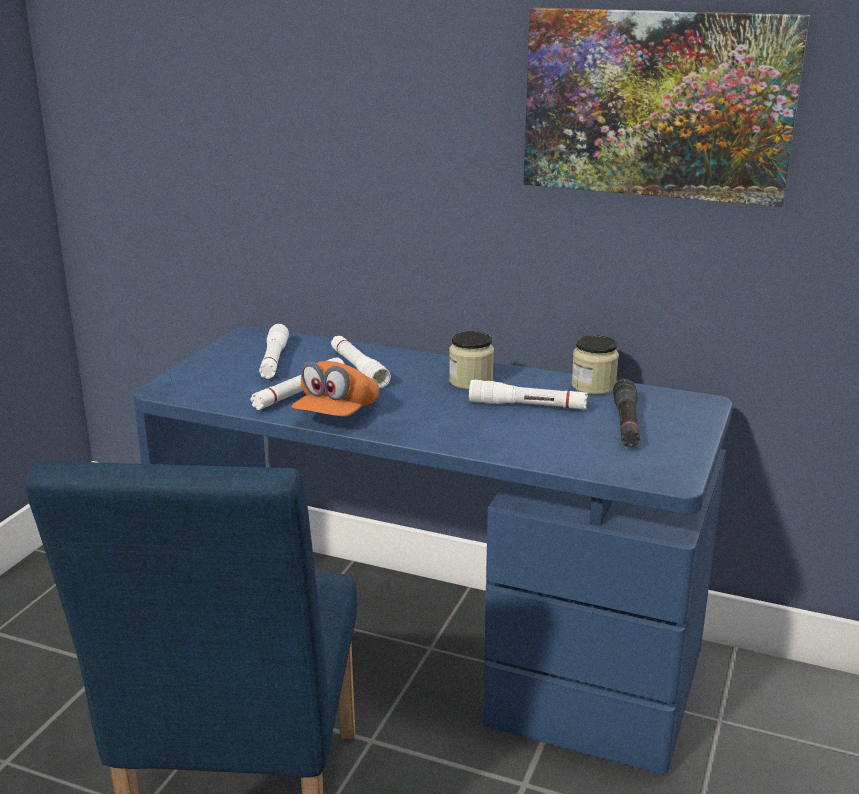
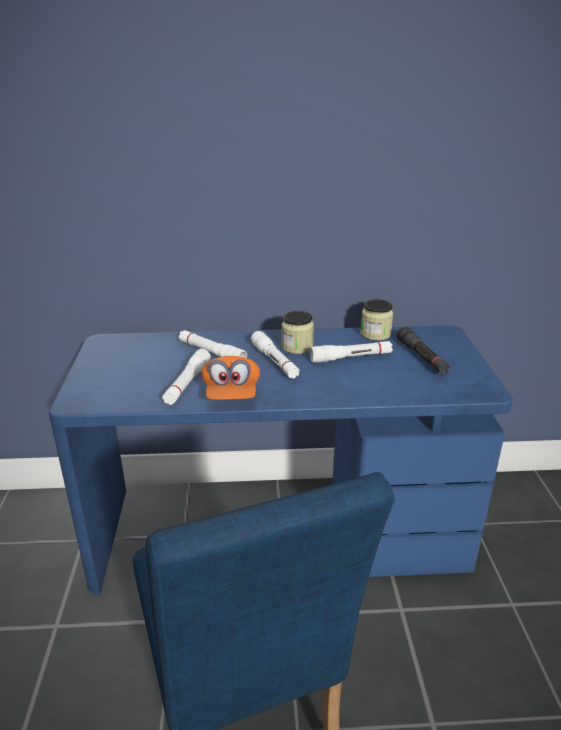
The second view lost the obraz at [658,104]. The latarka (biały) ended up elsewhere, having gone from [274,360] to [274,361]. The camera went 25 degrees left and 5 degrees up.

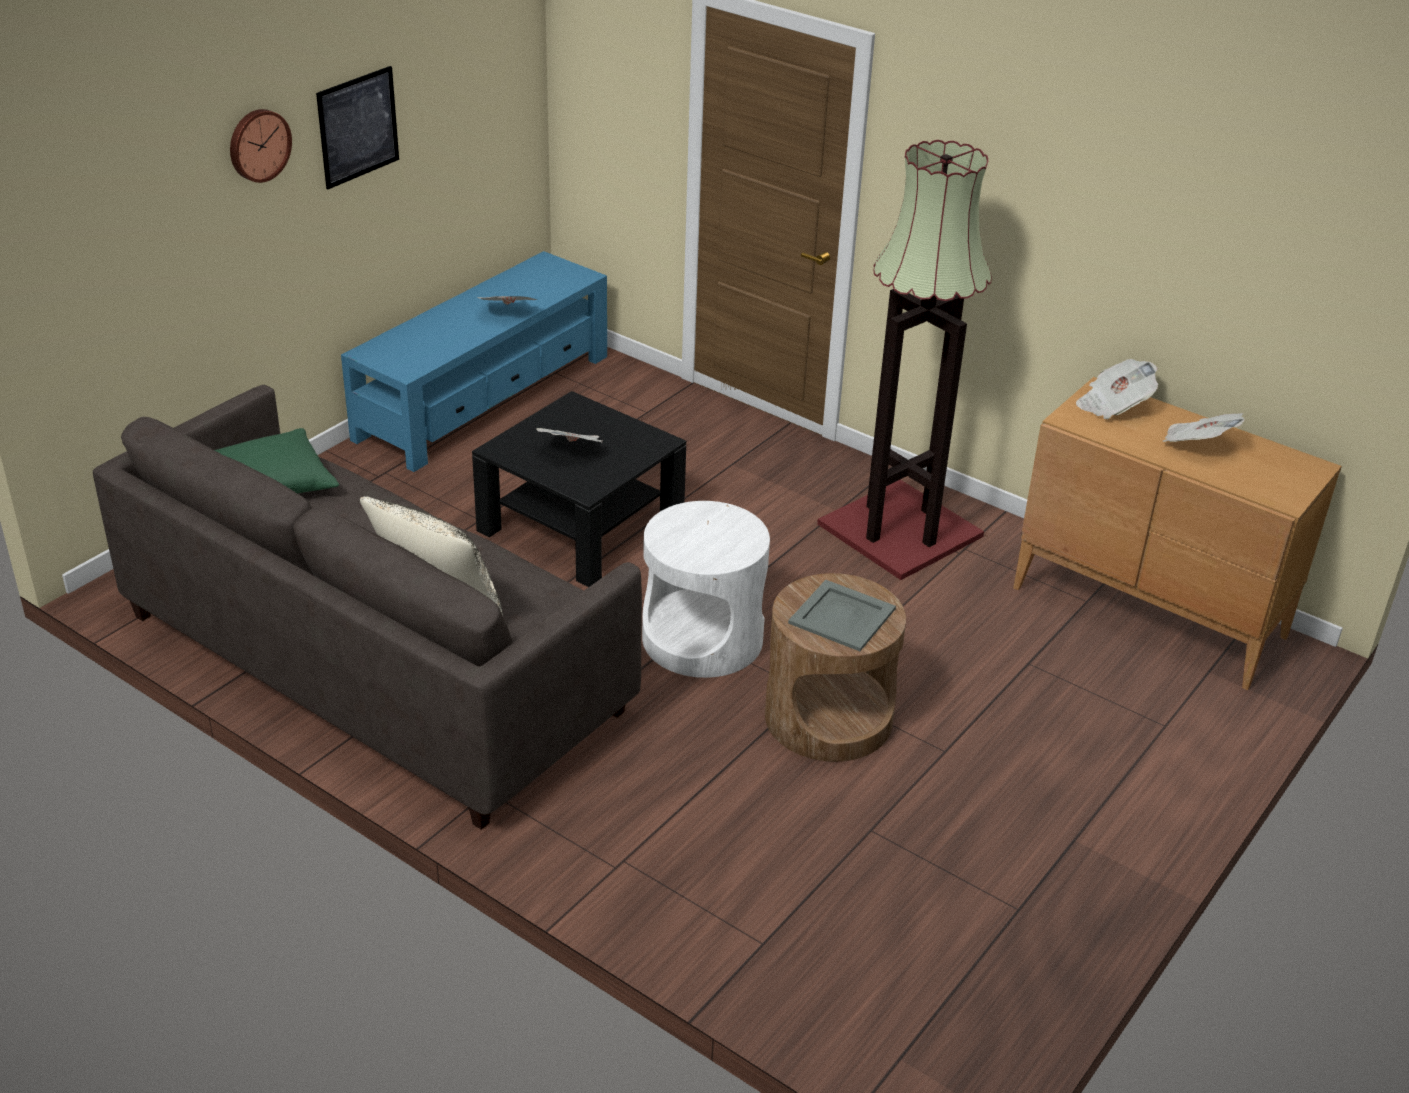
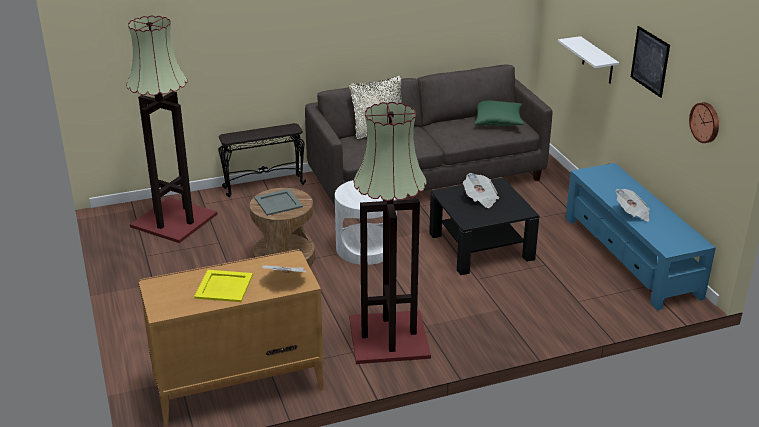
The second view gained the lampa stojąca at [174,221]. The second view gained the stolik (czarny) at [264,186]. The second view gained the półka (biały) at [597,61]. The zegar ścienny ended up elsewhere, having gone from [258,144] to [705,122]. Where the gazeta stood at [1197,444], the taca (żółty) came to stand at [224,286]. The camera went 125 degrees right and 5 degrees down.

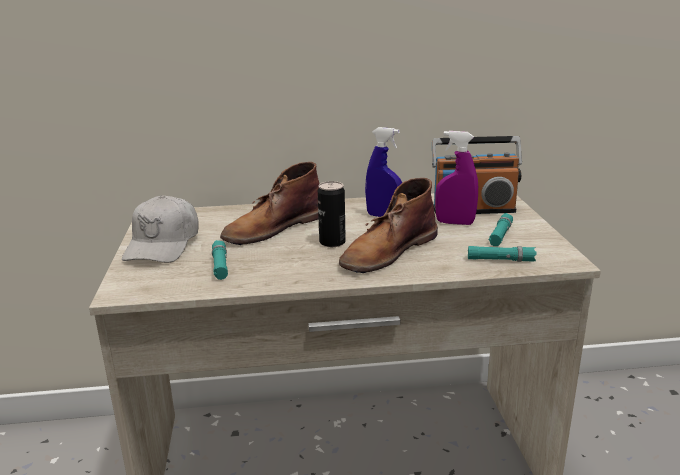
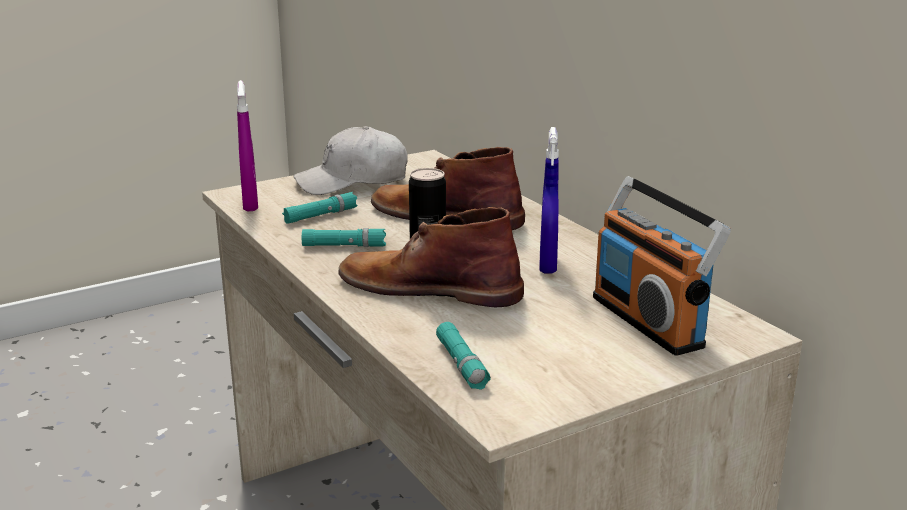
The spryskiwacz (fioletowy) ended up elsewhere, having gone from [455,223] to [250,204]. The latarka (turkusowy) ended up elsewhere, having gone from [500,235] to [344,245]. The camera went 65 degrees right and 0 degrees up.

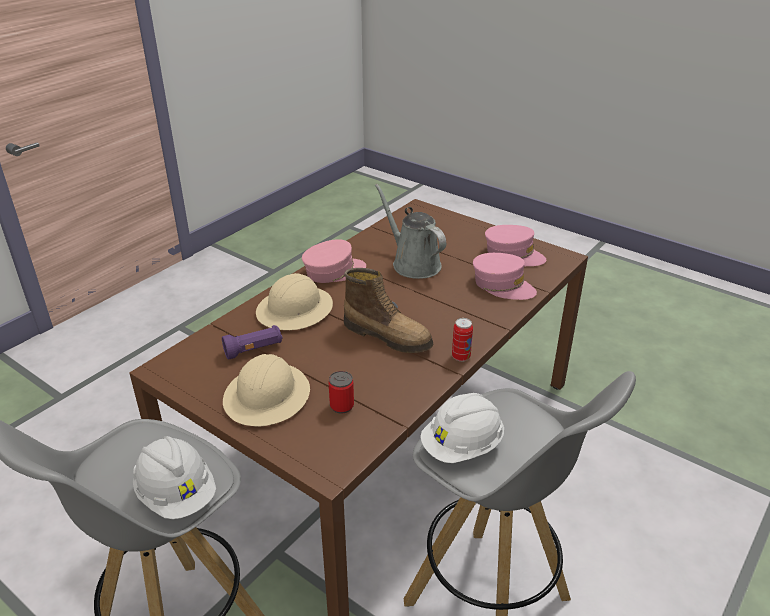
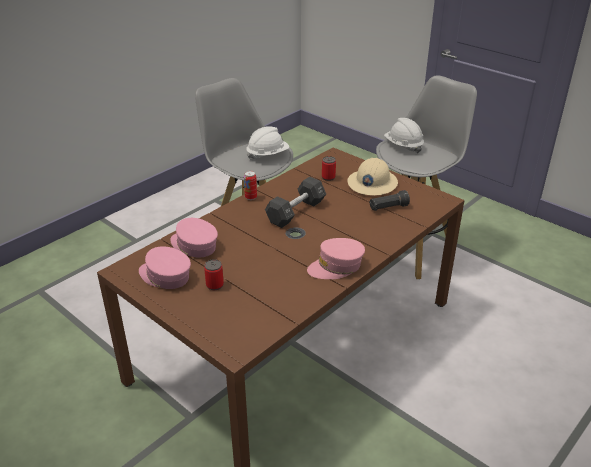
The second view lost the kask (beżowy) at [295,310]. The second view lost the konewka (szary) at [413,263]. The second view gained the puszka at [214,285]. Where the but z cholewką stood at [388,336], the hantel (czarny) came to stand at [296,212]. What was the latarka (fioletowy) at [254,350] turned into the latarka (czarny) at [388,208]. The camera went 175 degrees left and 0 degrees up.

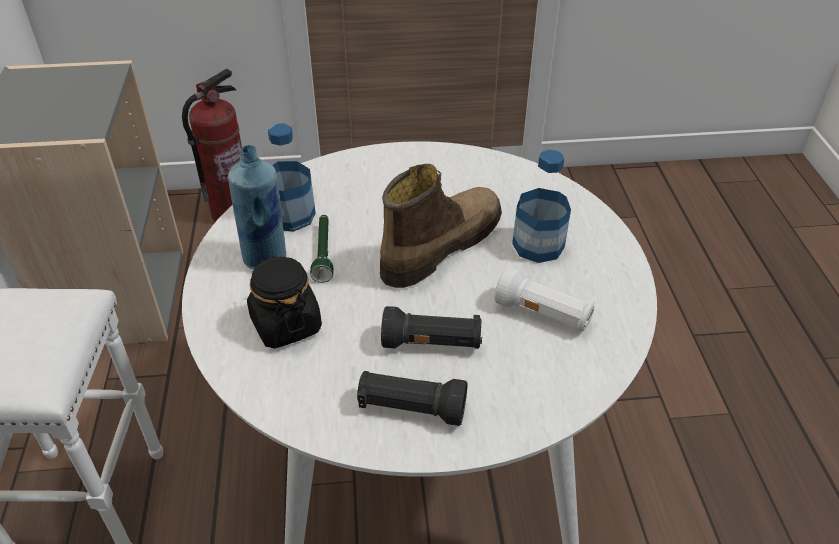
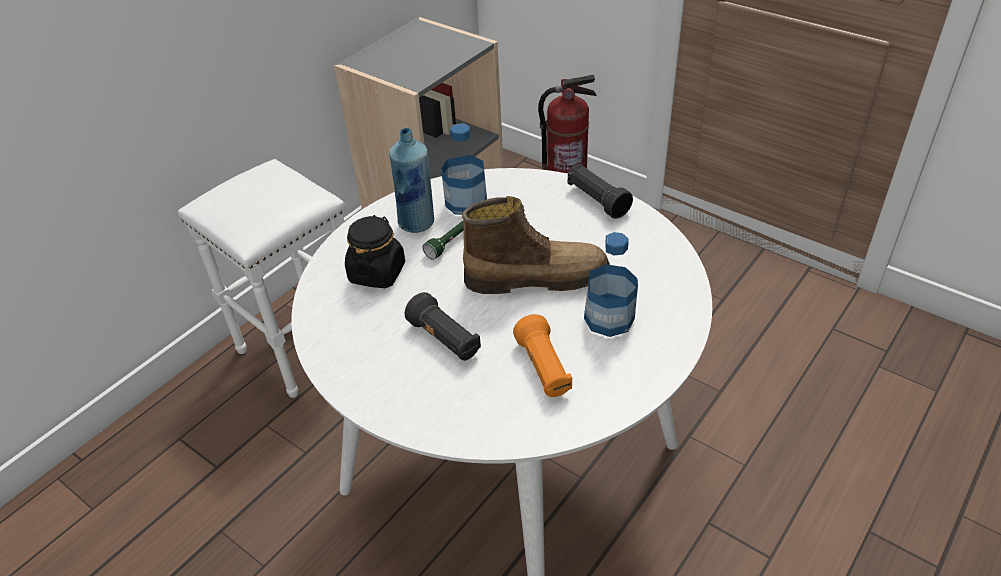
The latarka (czarny) ended up elsewhere, having gone from [411,408] to [597,200]. What was the latarka (biały) at [543,315] turned into the latarka (pomarańczowy) at [543,369]. The camera went 45 degrees right and 0 degrees up.

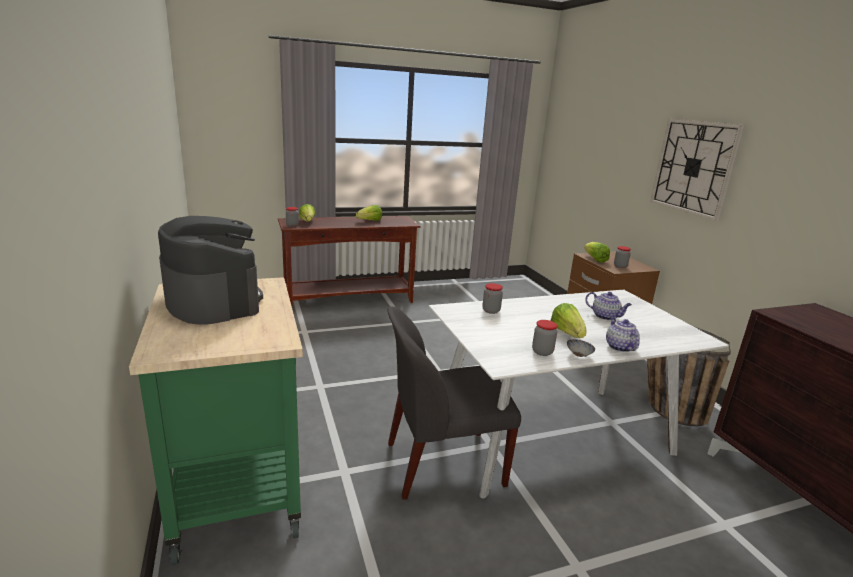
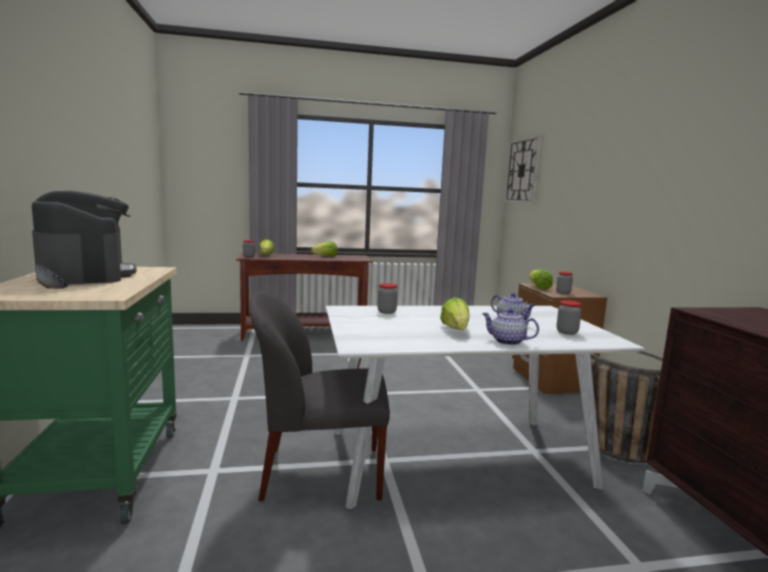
The słoik ended up elsewhere, having gone from [542,352] to [567,332]. The miska ended up elsewhere, having gone from [578,356] to [52,289]. The zegar ścienny ended up elsewhere, having gone from [693,167] to [522,170]. The imbryk at [619,347] ended up facing another way, 60 degrees counterclockwise from before. The camera went 10 degrees right and 10 degrees down.

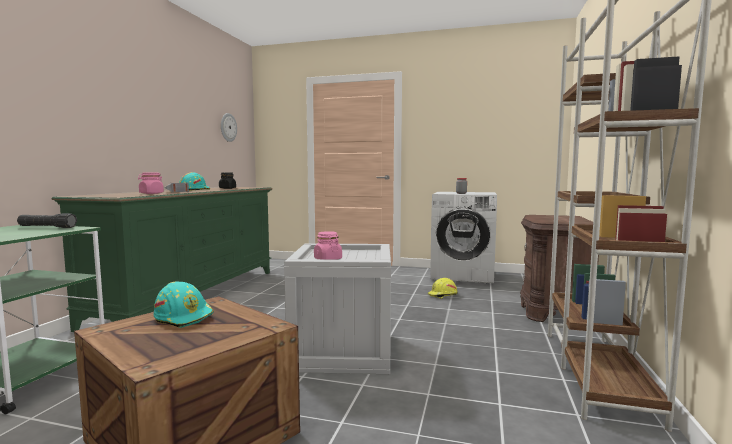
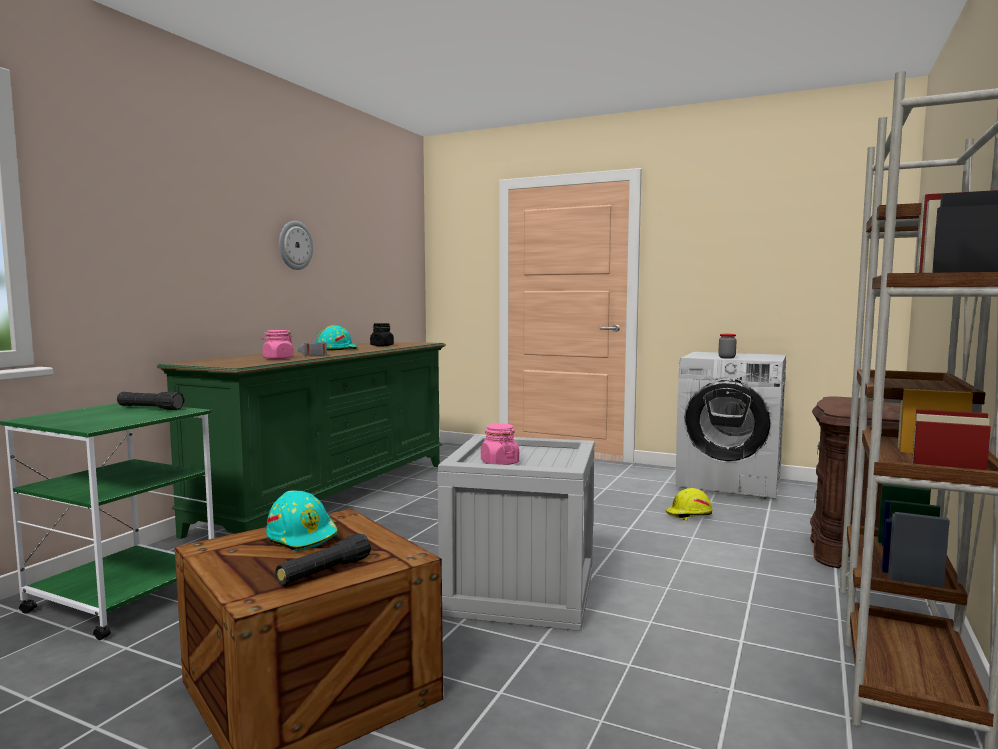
The second view gained the latarka (czarny) at [324,572]. The zegar ścienny ended up elsewhere, having gone from [228,127] to [295,245]. The camera went 10 degrees right and 0 degrees up.

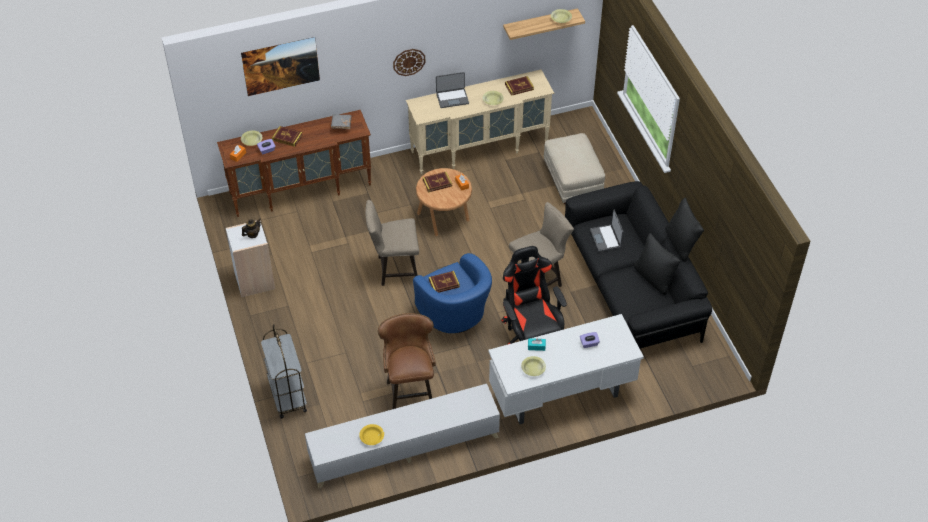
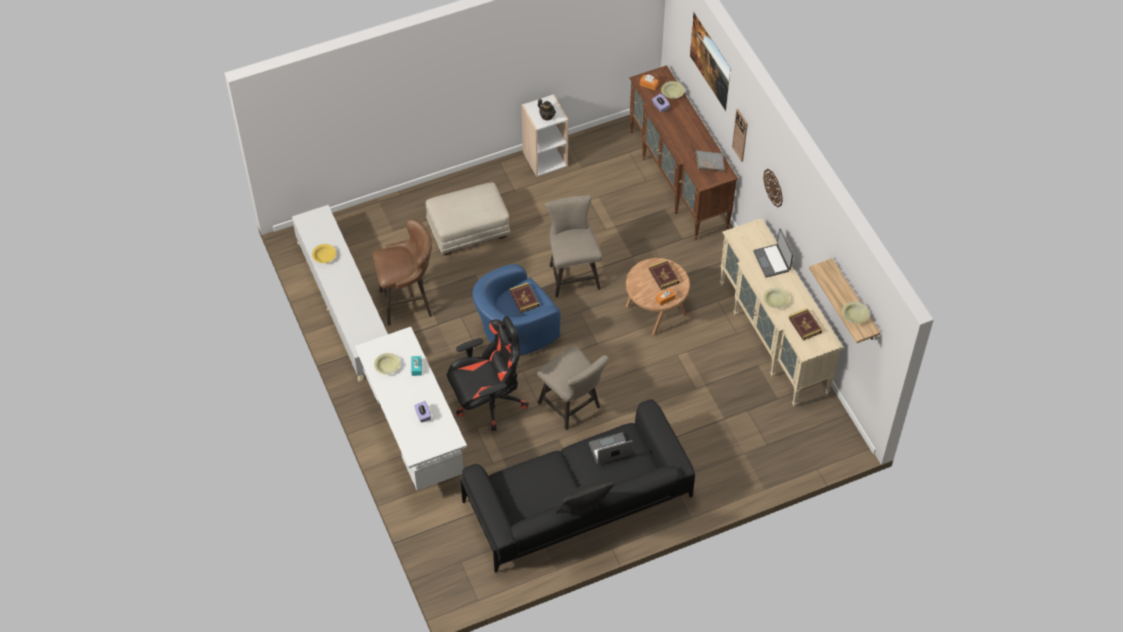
The second view lost the wózek (szary) at [287,395]. The second view lost the książka at [287,137]. The second view lost the poduszka (czarny) at [654,278]. The second view gained the zegar ścienny at [740,135]. The pufa (beżowy) ended up elsewhere, having gone from [572,180] to [468,231]. The camera went 85 degrees right and 5 degrees up.

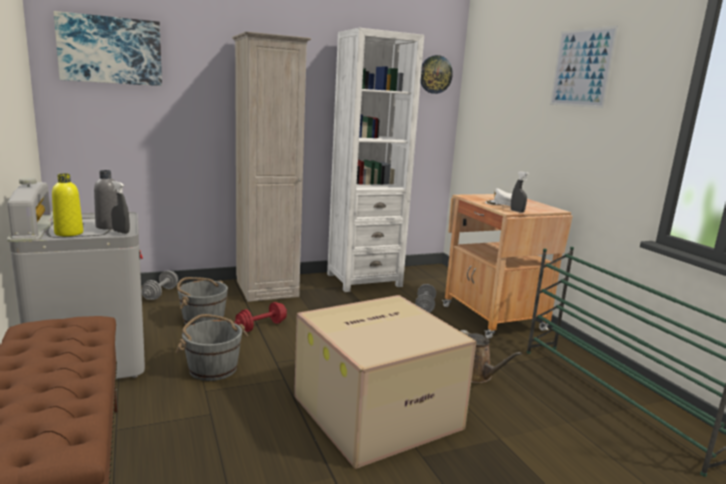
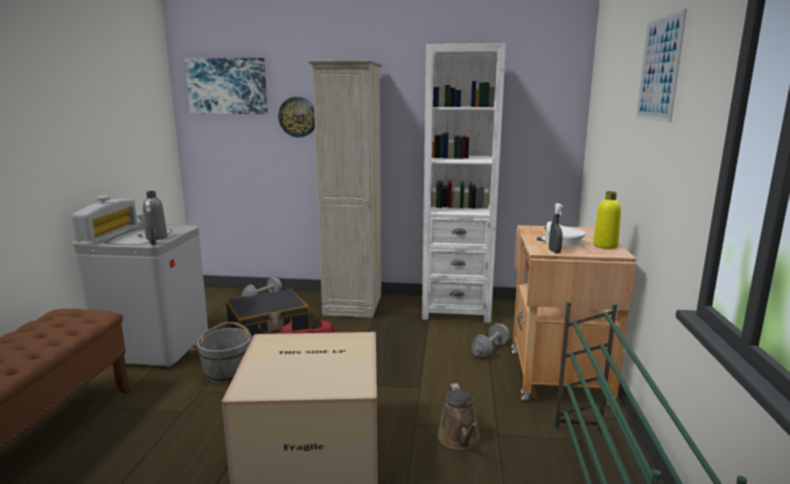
The butelka (żółty) ended up elsewhere, having gone from [69,233] to [605,246]. The zegar ścienny ended up elsewhere, having gone from [435,74] to [298,117]. Where the wiadro (szary) stood at [203,320], the walizka (czarny) came to stand at [268,326]. The camera went 30 degrees right and 0 degrees up.

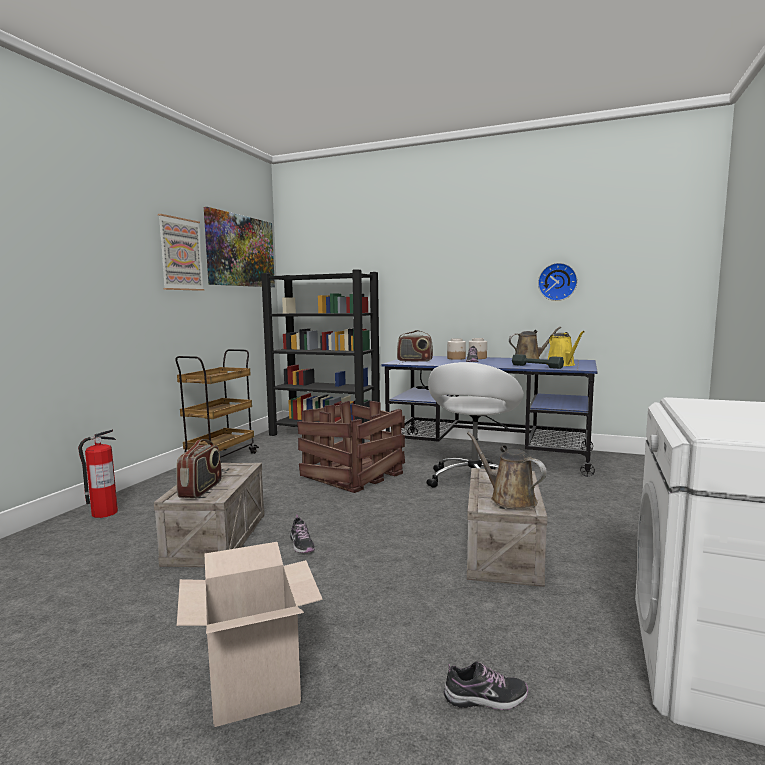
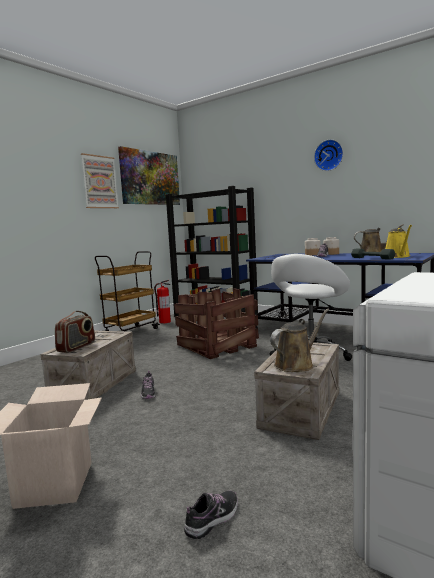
The second view lost the radio at [414,360]. The gaśnica ended up elsewhere, having gone from [104,513] to [164,322]. The zegar ścienny ended up elsewhere, having gone from [557,282] to [329,155]. The but at [485,698] ended up facing another way, 60 degrees counterclockwise from before. The konewka (brązowy) at [509,499] ended up facing another way, 75 degrees clockwise from before. The camera went 15 degrees right and 0 degrees up.

